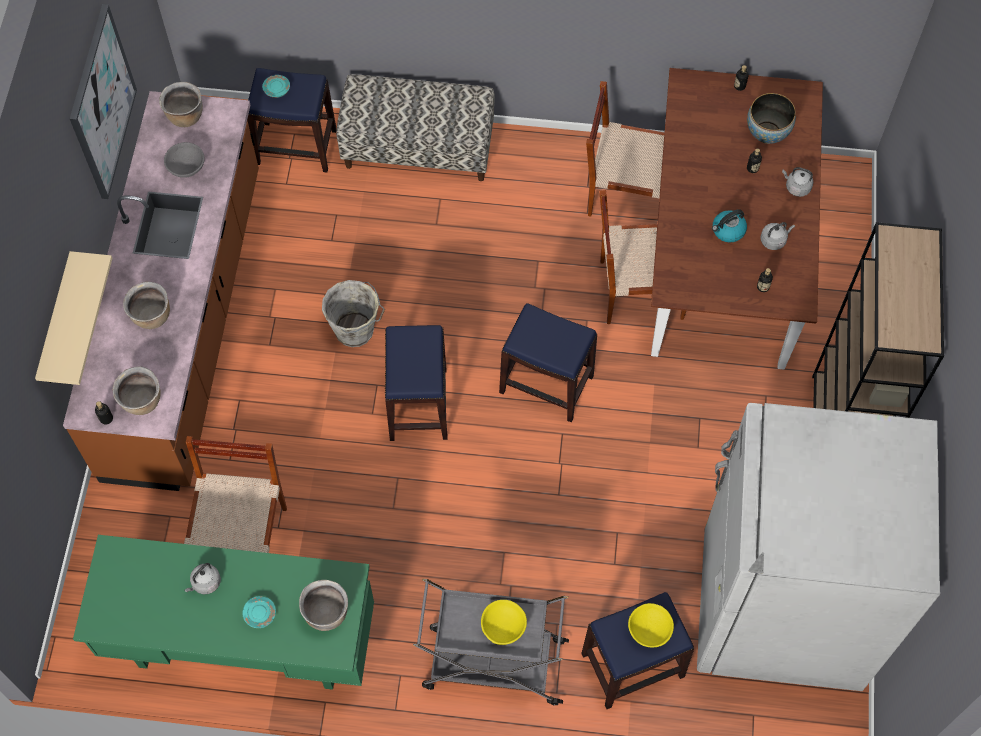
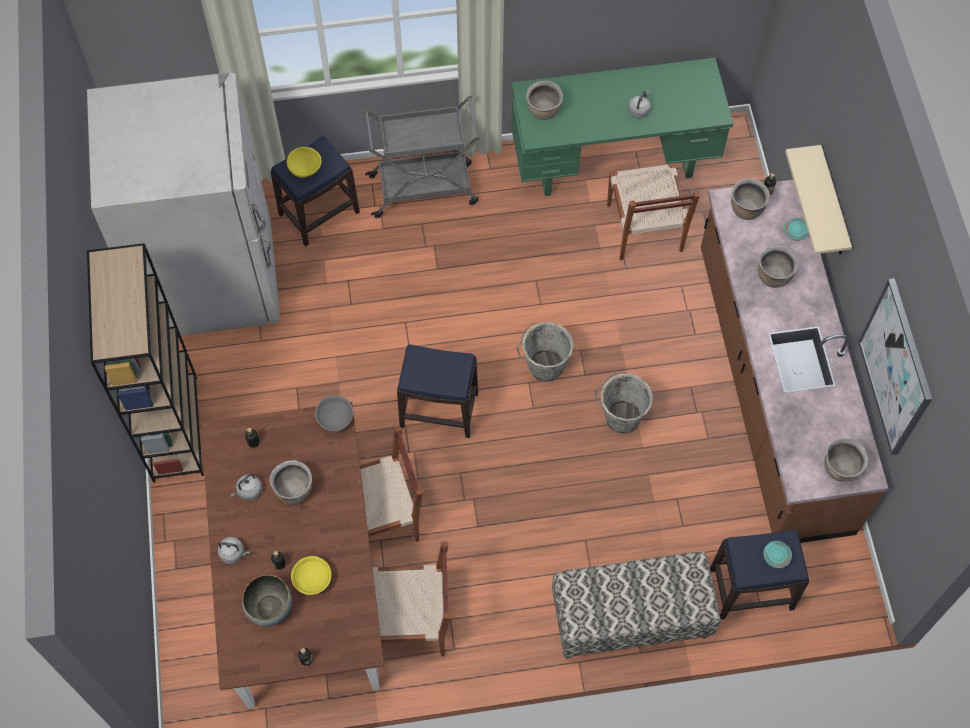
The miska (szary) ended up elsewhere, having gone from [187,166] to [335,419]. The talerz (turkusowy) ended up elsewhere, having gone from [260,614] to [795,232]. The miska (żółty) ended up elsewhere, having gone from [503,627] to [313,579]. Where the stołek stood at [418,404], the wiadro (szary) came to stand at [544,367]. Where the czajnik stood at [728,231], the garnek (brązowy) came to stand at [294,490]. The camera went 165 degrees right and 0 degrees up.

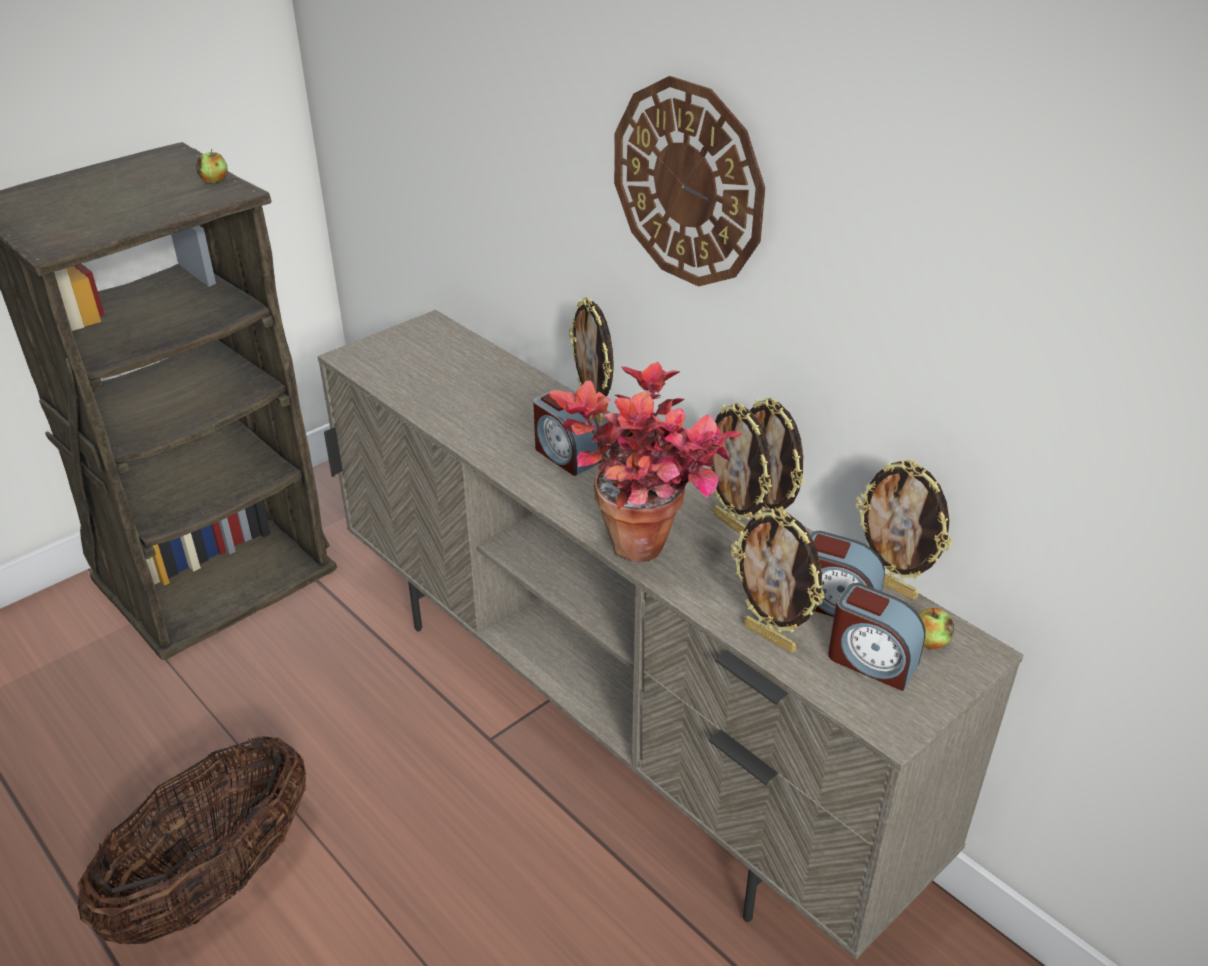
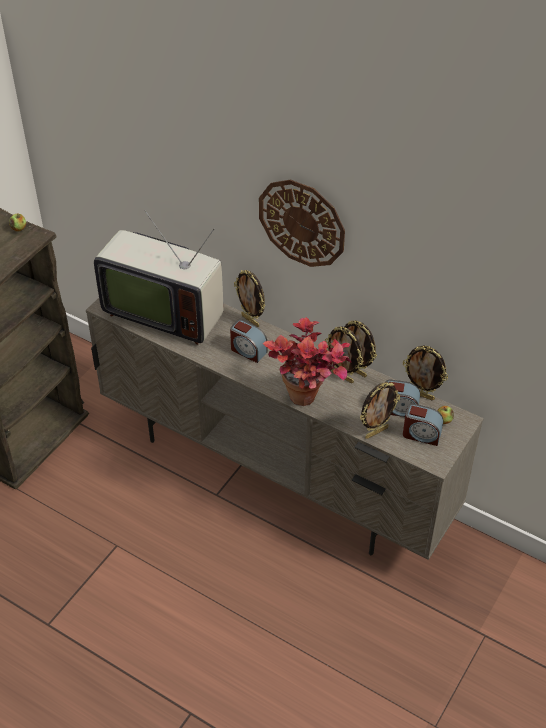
The second view lost the koszyk at [215,882]. The second view gained the telewizor at [164,312]. The ramka na zdjęcie at [770,637] ended up facing another way, 60 degrees counterclockwise from before. The camera went 15 degrees left and 10 degrees up.

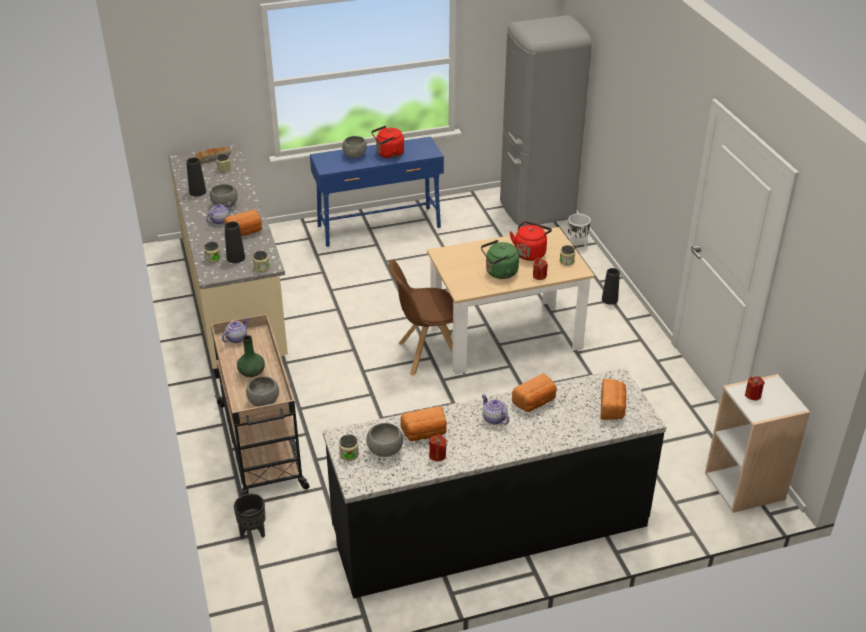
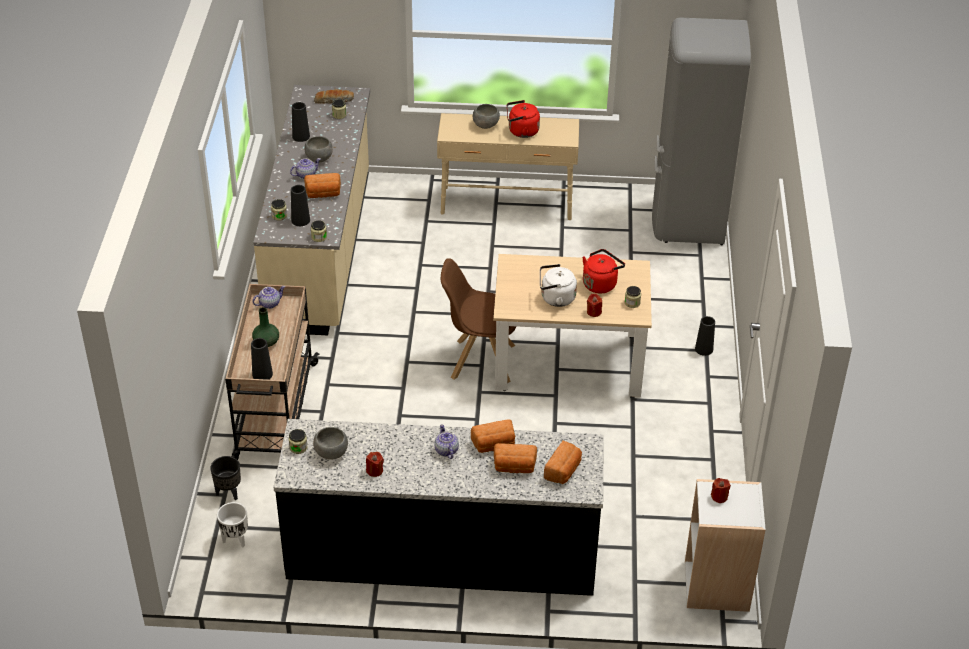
The chleb ended up elsewhere, having gone from [425,433] to [514,467]. The donica (biały) ended up elsewhere, having gone from [576,244] to [235,539]. Where the miska (szary) stood at [263,402], the wazon (czarny) came to stand at [262,374]. What was the stolik konsolowy (niebieski) at [379,227] turned into the stolik konsolowy (beżowy) at [507,204]. What was the czajnik (zielony) at [499,273] turned into the czajnik (biały) at [555,298]. The camera went 20 degrees right and 5 degrees up.

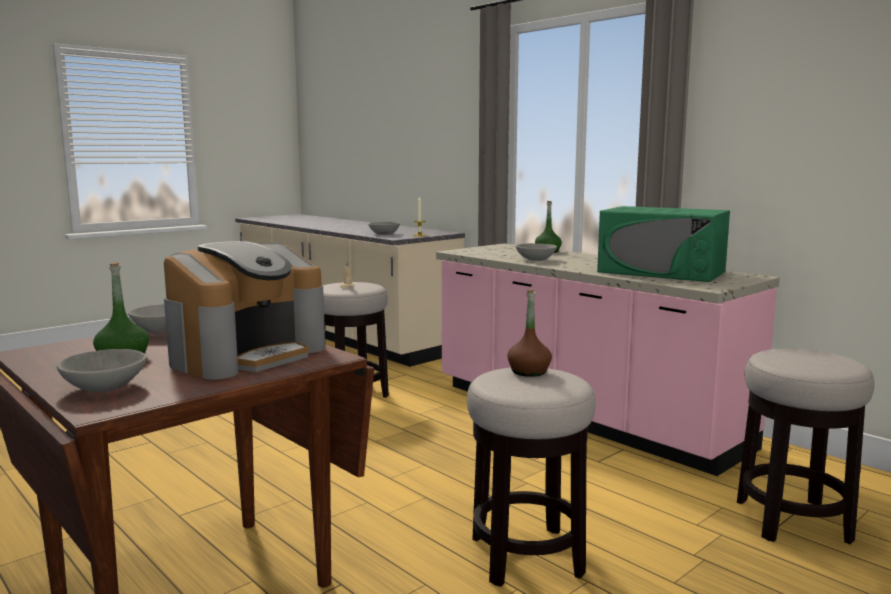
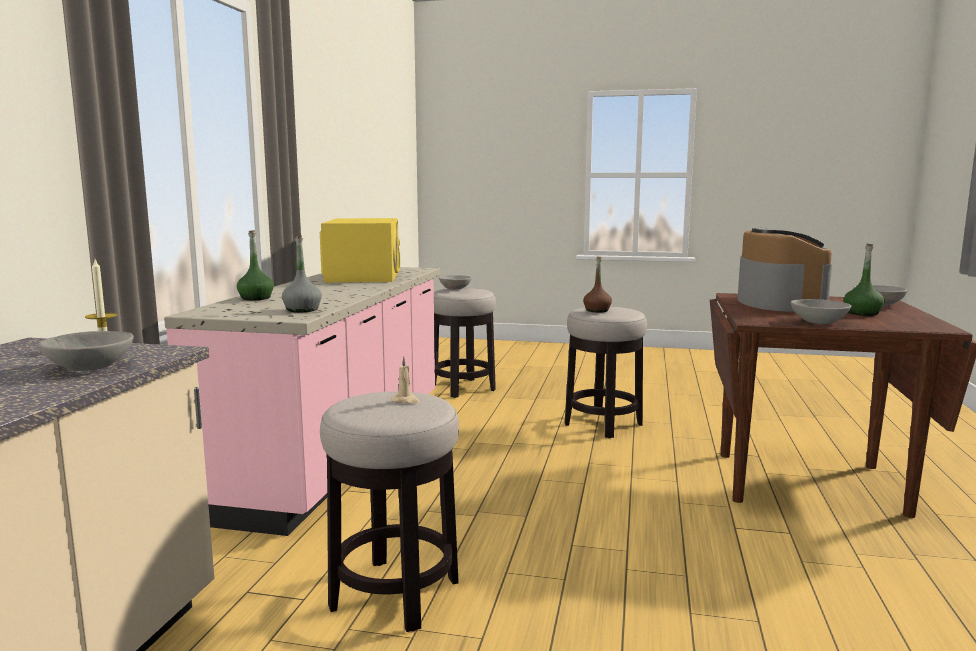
The second view gained the butelka (szary) at [302,310]. The miska (szary) ended up elsewhere, having gone from [536,260] to [455,289]. What was the mikrofalówka (zielony) at [661,271] turned into the mikrofalówka (żółty) at [363,275]. The ekspres do kawy at [247,355] ended up facing another way, 90 degrees clockwise from before. The camera went 125 degrees left and 0 degrees up.

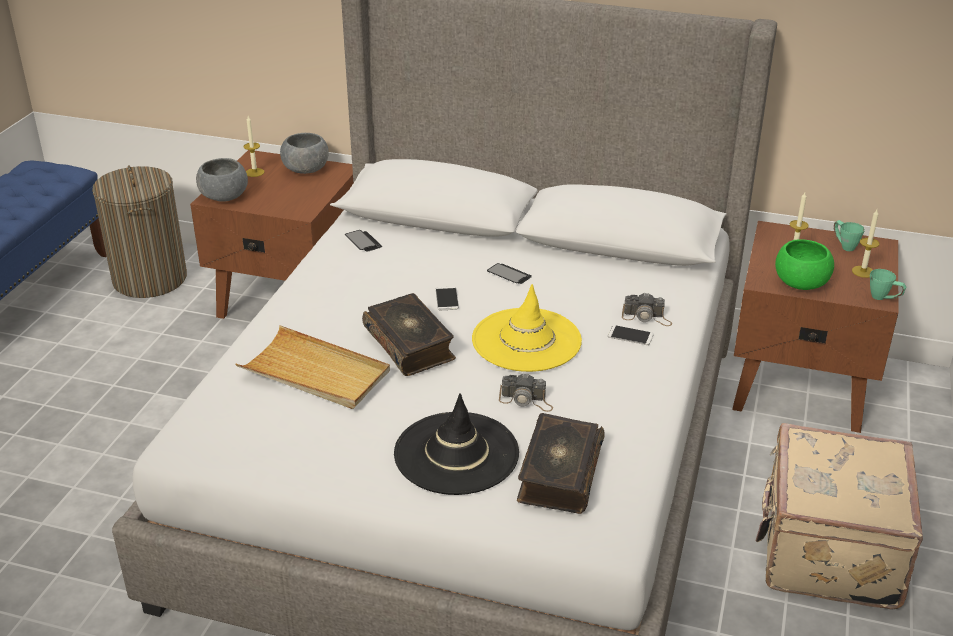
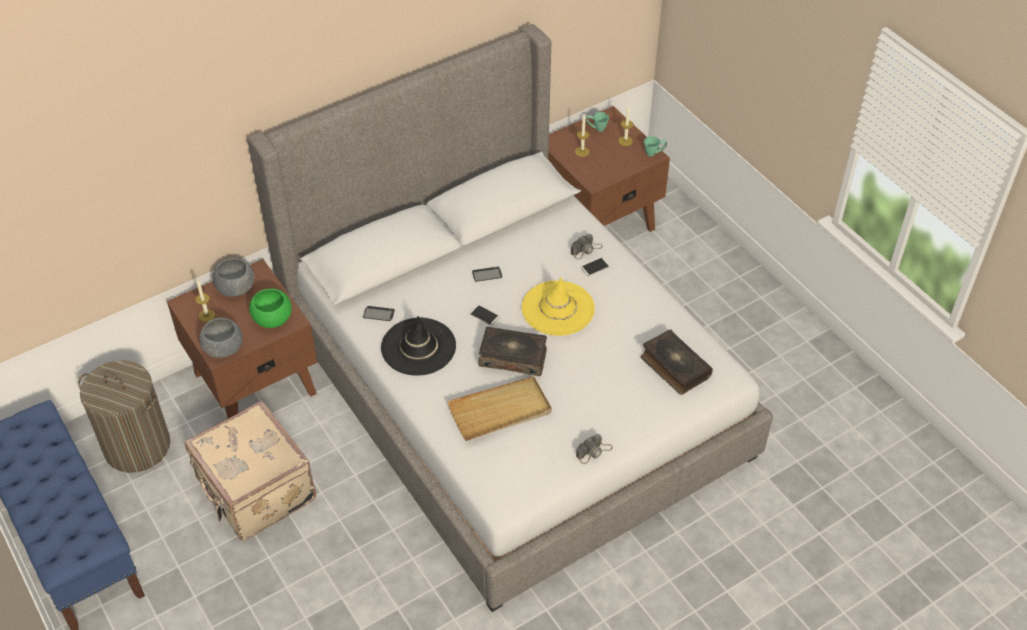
The kapelusz (czarny) ended up elsewhere, having gone from [456,453] to [418,347]. The aparat fotograficzny ended up elsewhere, having gone from [526,401] to [594,451]. The walizka (beżowy) ended up elsewhere, having gone from [826,551] to [255,491]. The miska (zielony) ended up elsewhere, having gone from [800,283] to [272,319]. The camera went 50 degrees left and 15 degrees up.

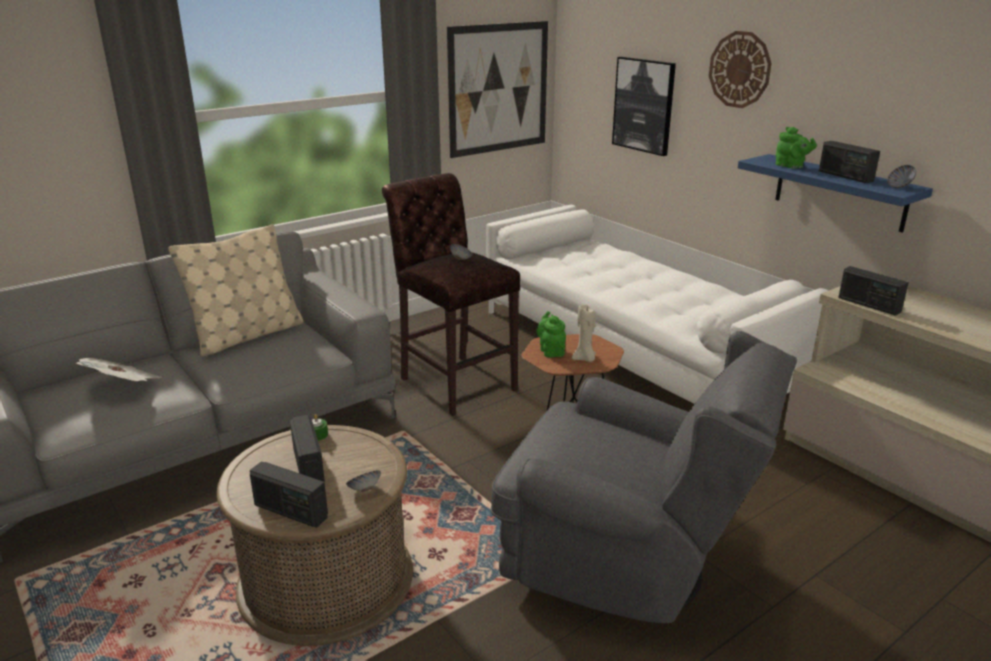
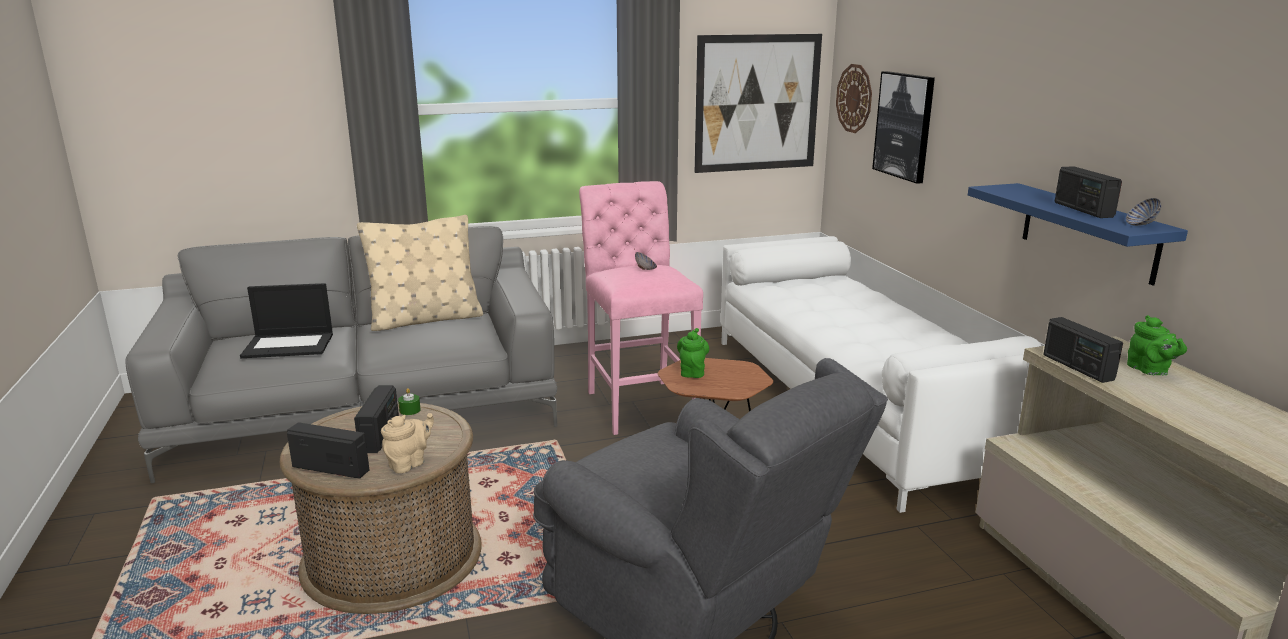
The second view lost the świeca (beżowy) at [584,359]. The zegar ścienny ended up elsewhere, having gone from [740,69] to [854,98]. The imbryk (zielony) ended up elsewhere, having gone from [791,166] to [1149,371]. Where the gazeta stood at [124,386], the laptop came to stand at [289,345]. Where the miska stood at [364,490], the imbryk (beżowy) came to stand at [409,463]. What was the stołek (brązowy) at [454,381] turned into the stołek (różowy) at [639,403]. The radio at [290,511] ended up facing another way, 150 degrees clockwise from before. The camera went 20 degrees right and 5 degrees down.

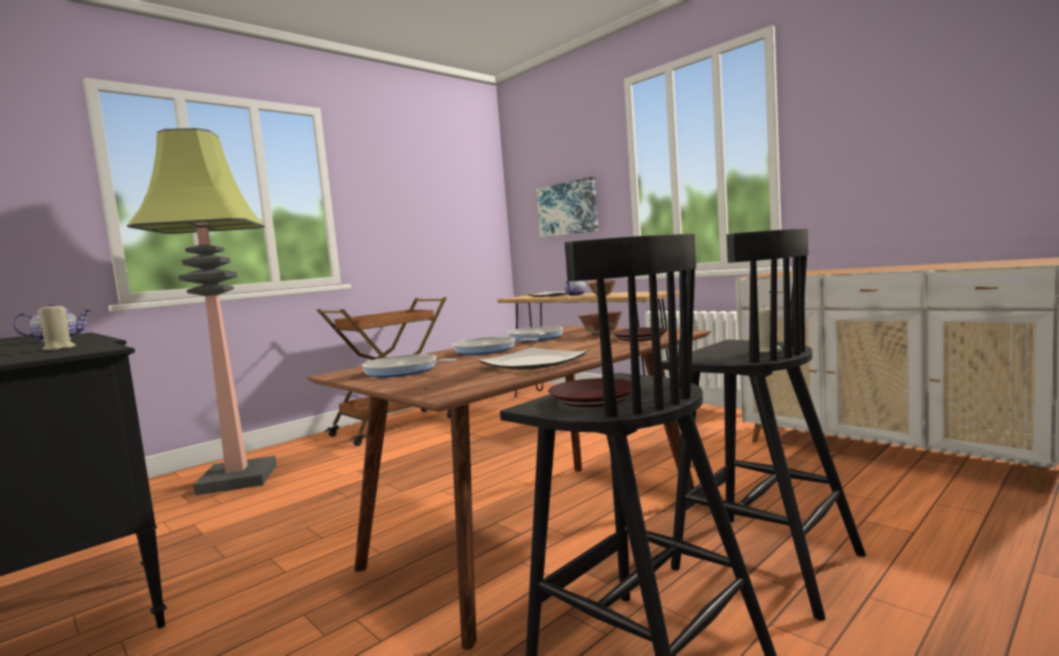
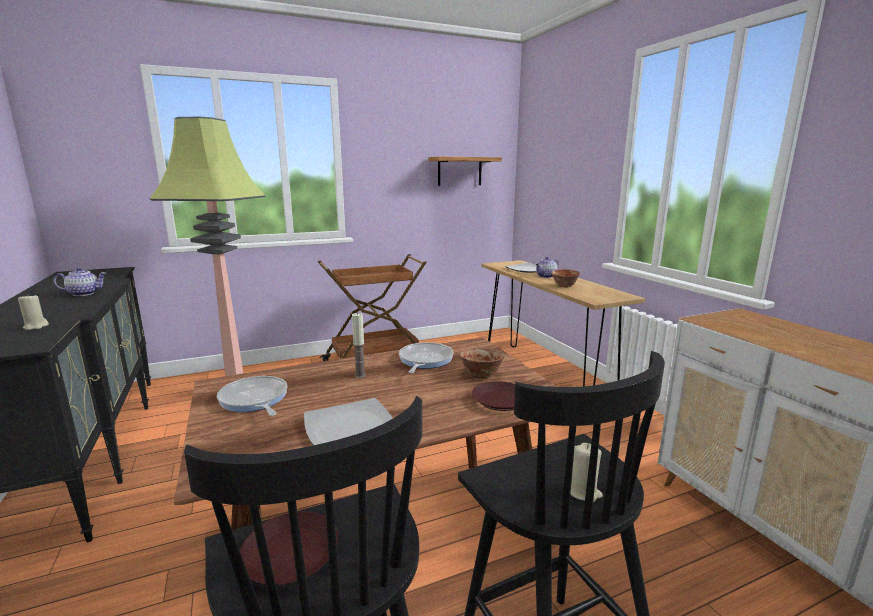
The second view lost the obraz at [568,208]. The second view gained the półka at [459,171]. Where the patelnia stood at [488,350], the świeca came to stand at [360,375]. The camera went 20 degrees right and 10 degrees up.

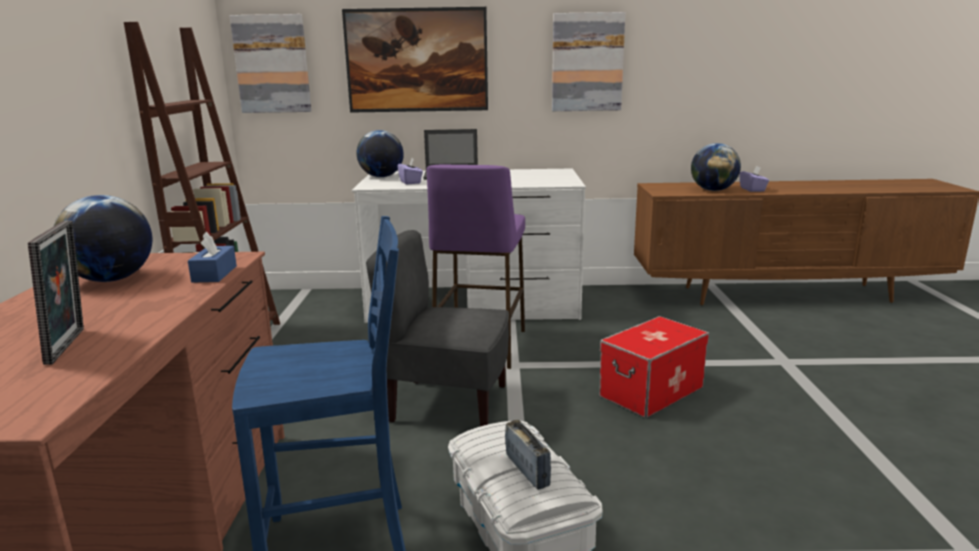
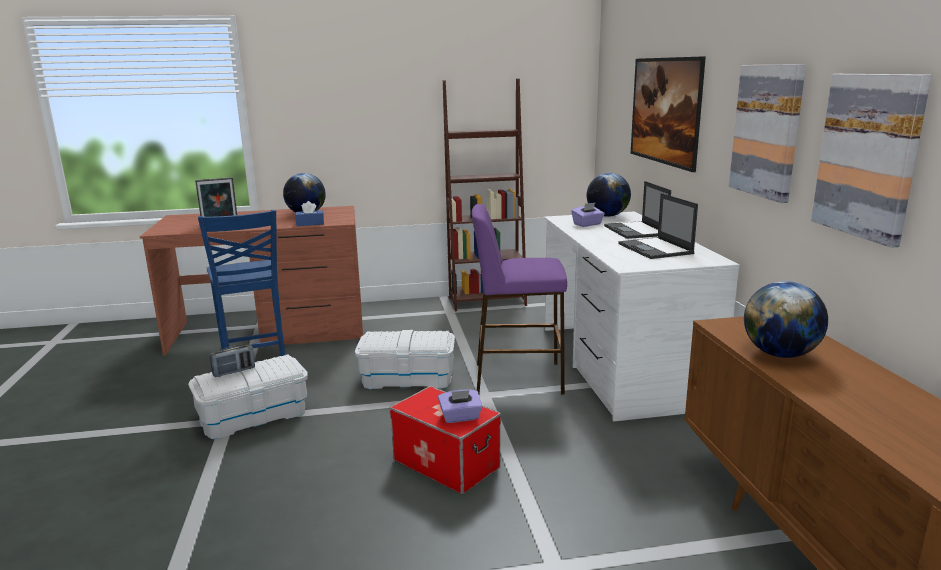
The second view gained the laptop at [656,249]. The obraz ended up elsewhere, having gone from [272,64] to [868,156]. The pudełko chusteczek (fioletowy) ended up elsewhere, having gone from [752,189] to [460,417]. Where the krzesło (szary) stood at [448,405], the pojemnik do przechowywania (biały) came to stand at [408,378]. The camera went 80 degrees right and 0 degrees up.

